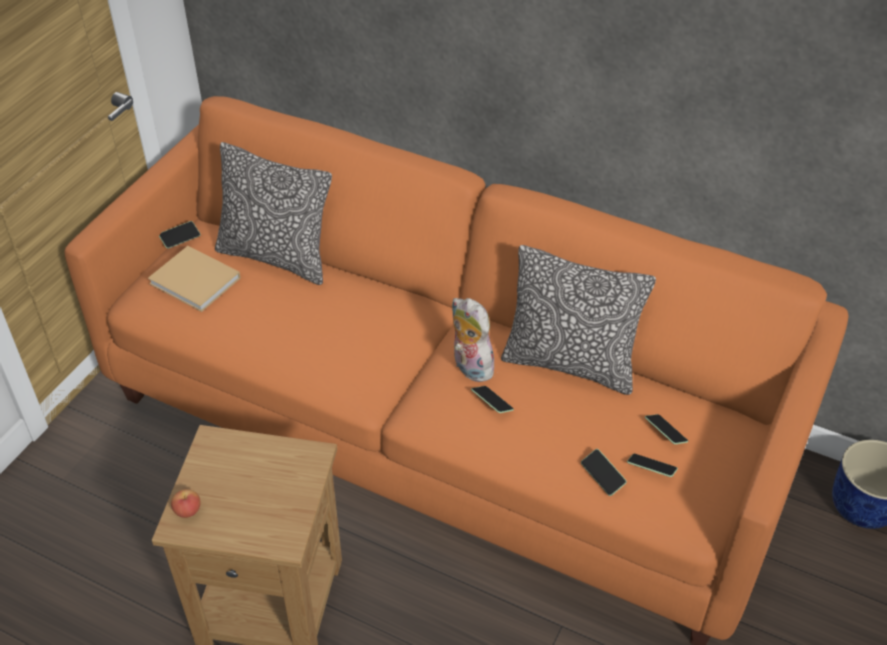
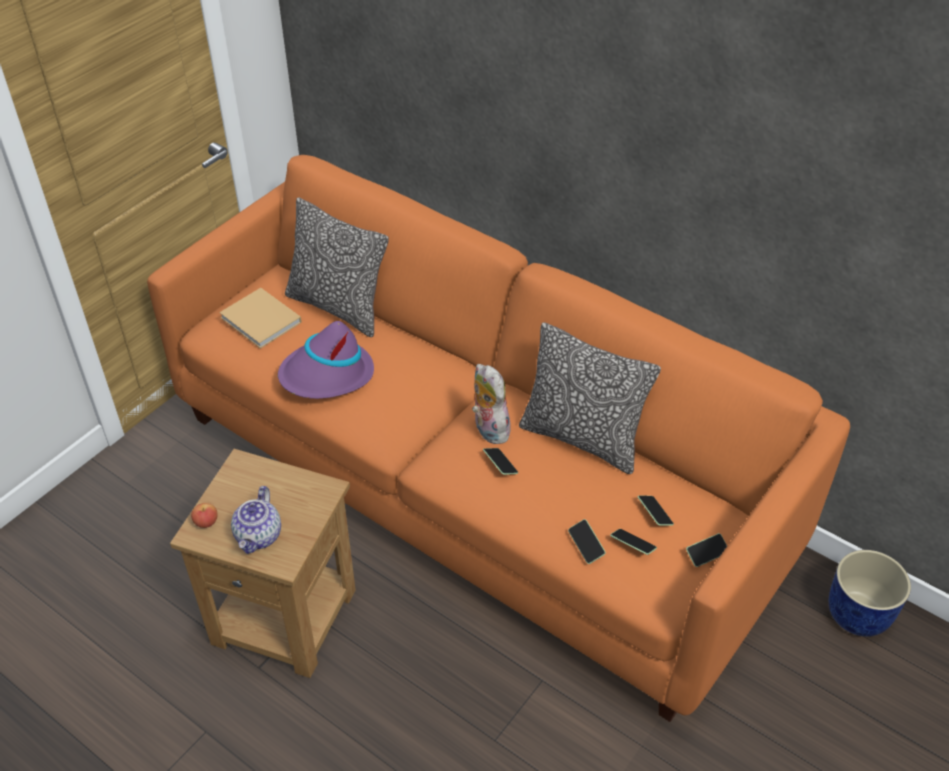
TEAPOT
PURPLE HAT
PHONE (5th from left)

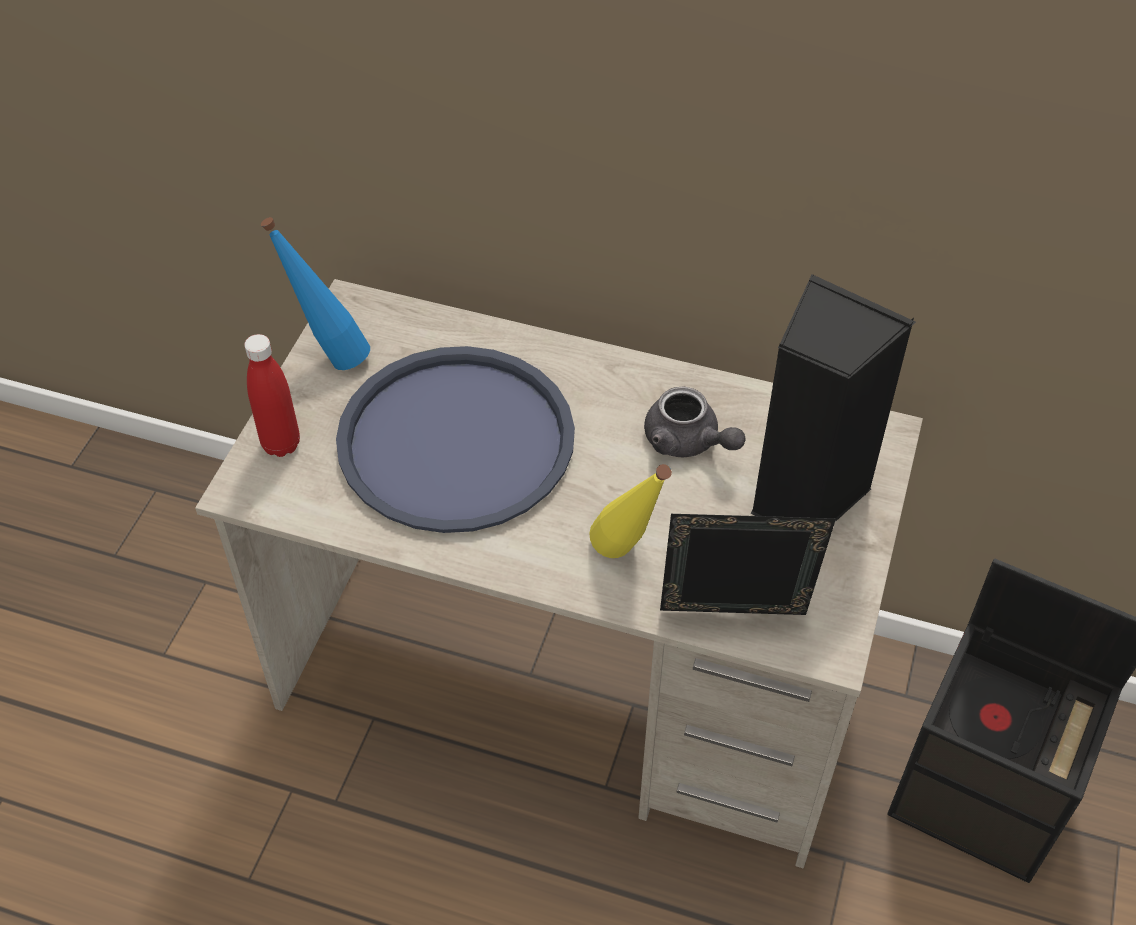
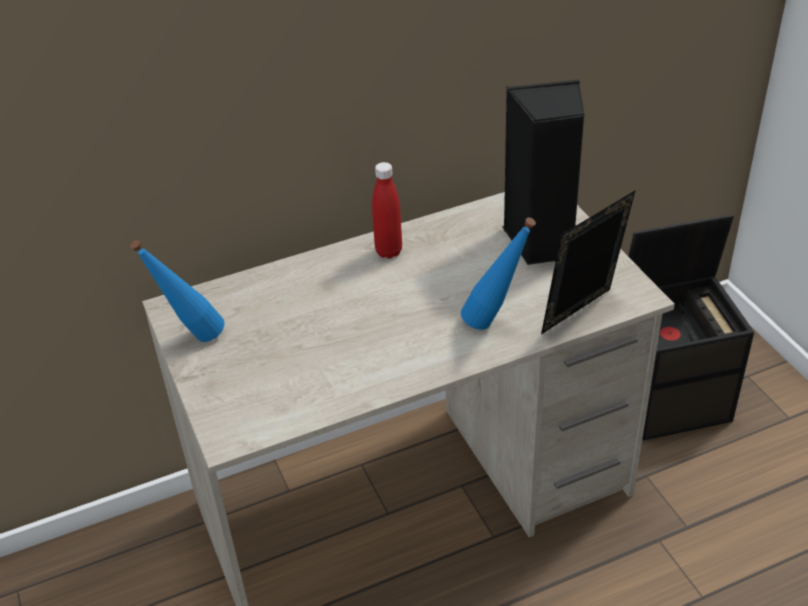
BLUE TRAY
GREY TEAPOT
RED BOTTLE
BLUE BOTTLE (2nd from left)

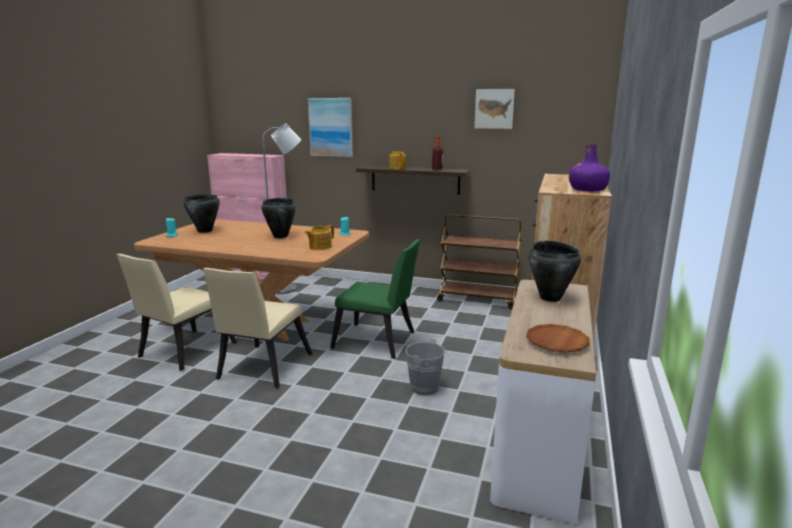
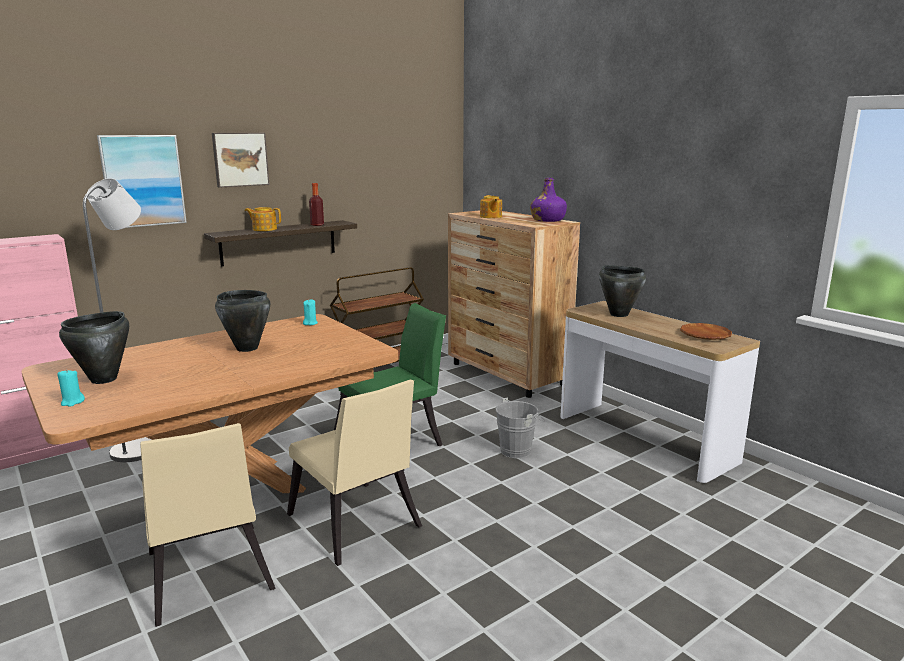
TEAPOT (2nd from left)
PICTURE (2nd from left)

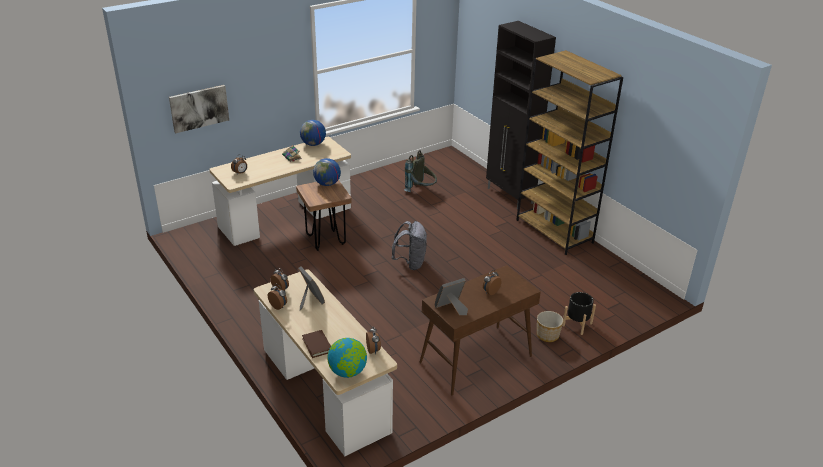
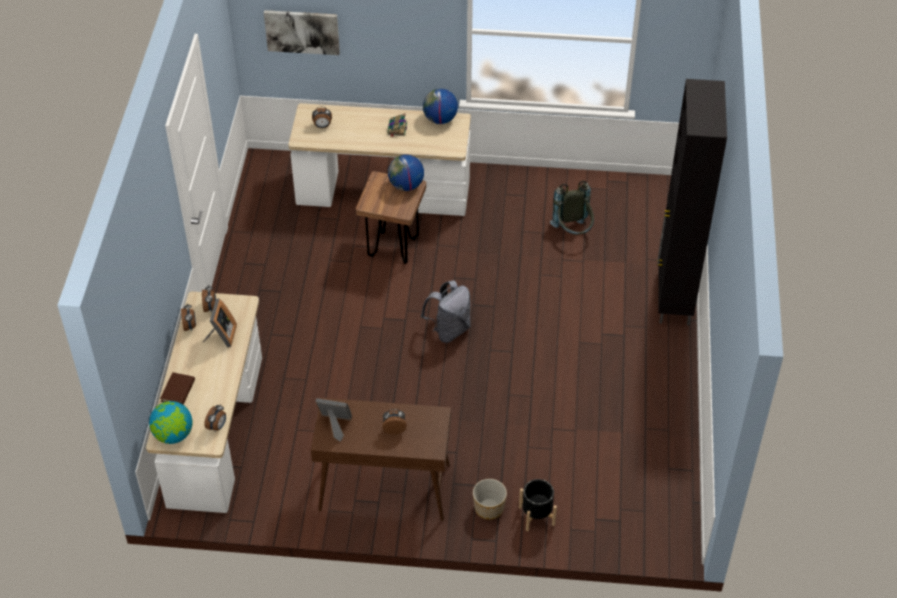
BROWN BOOKCASE

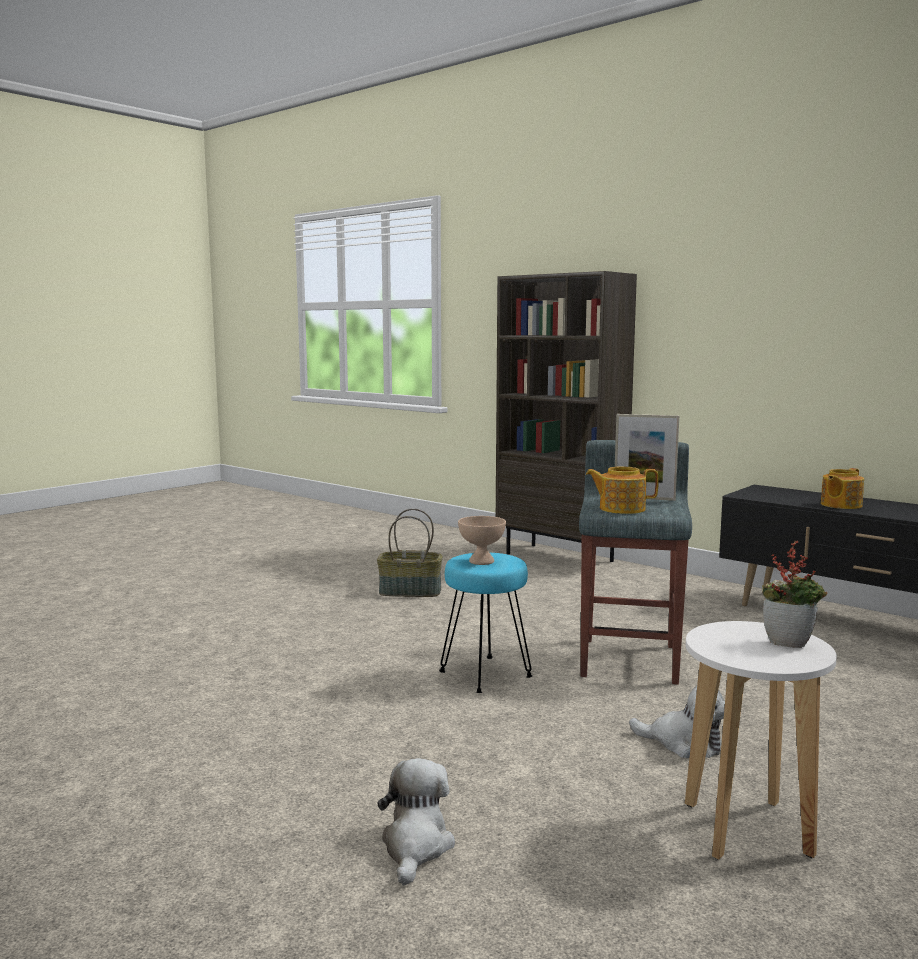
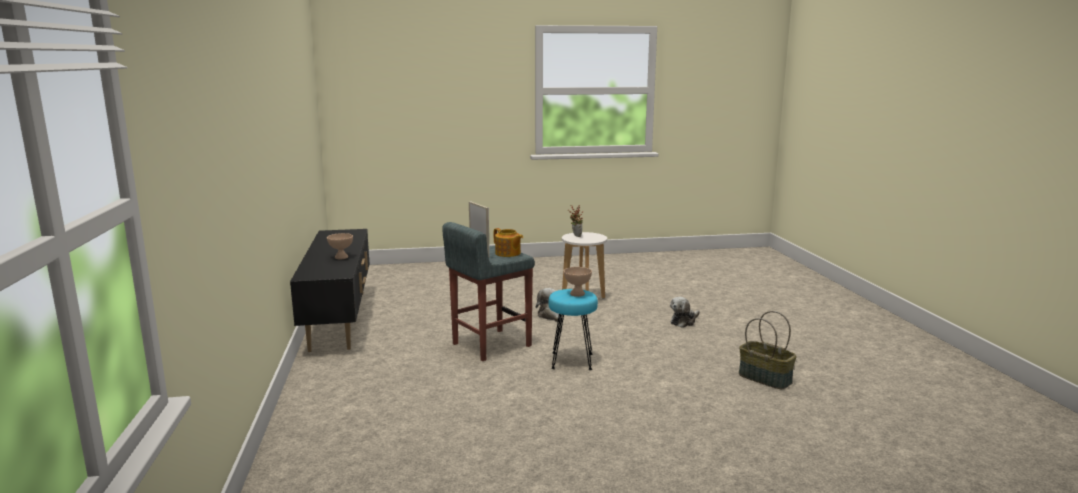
BROWN BOOKCASE
BASKET
BEIGE BOWL (1st from left)

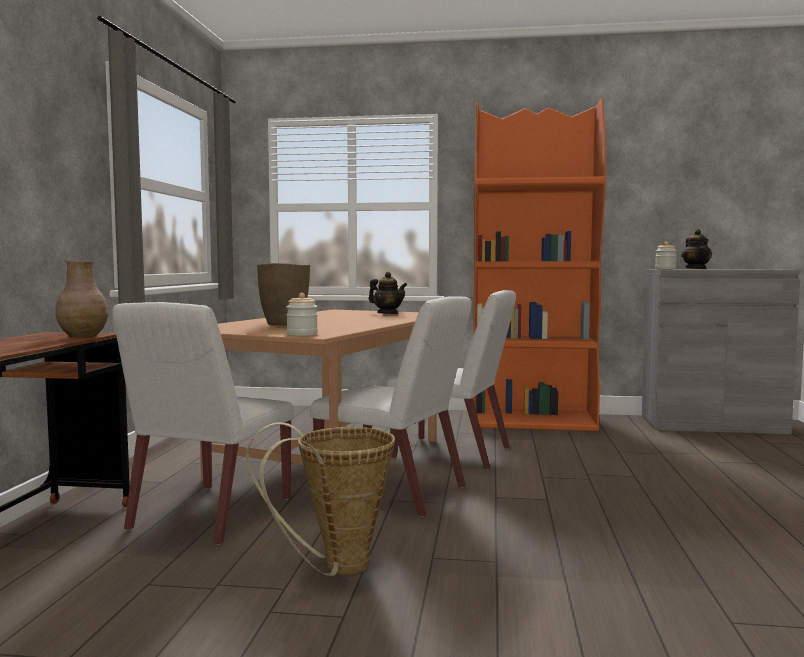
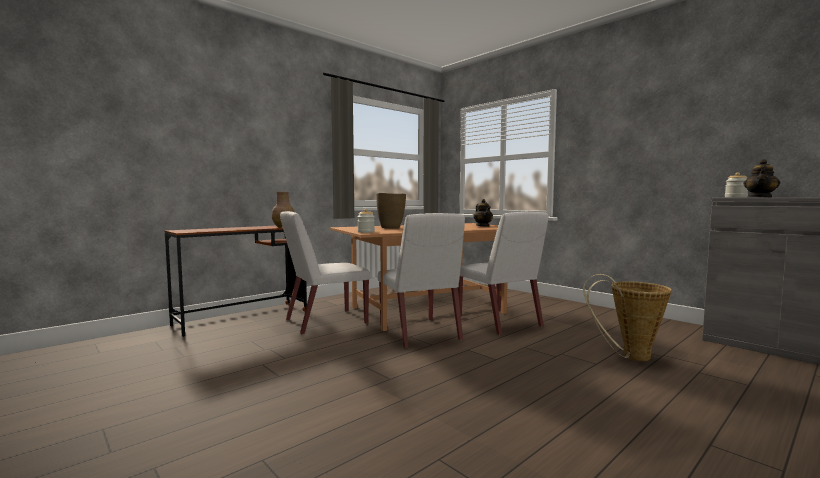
ORANGE BOOKCASE
BASKET

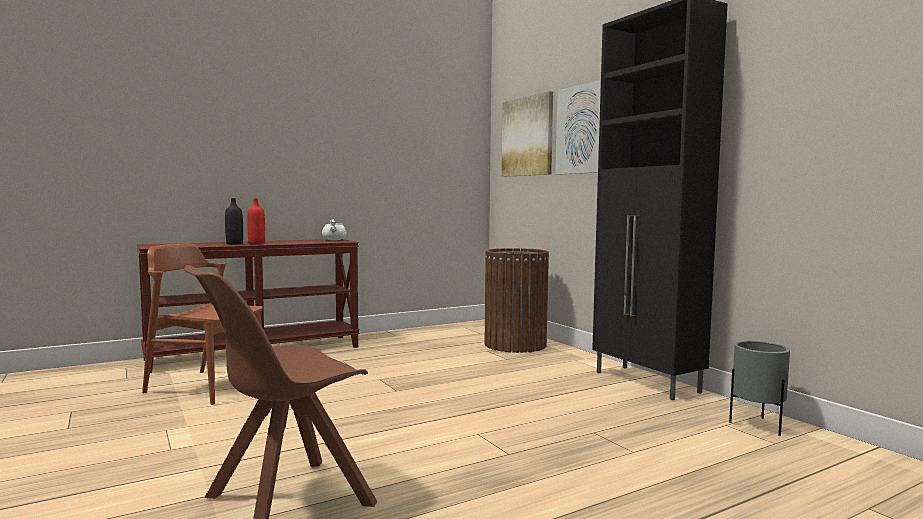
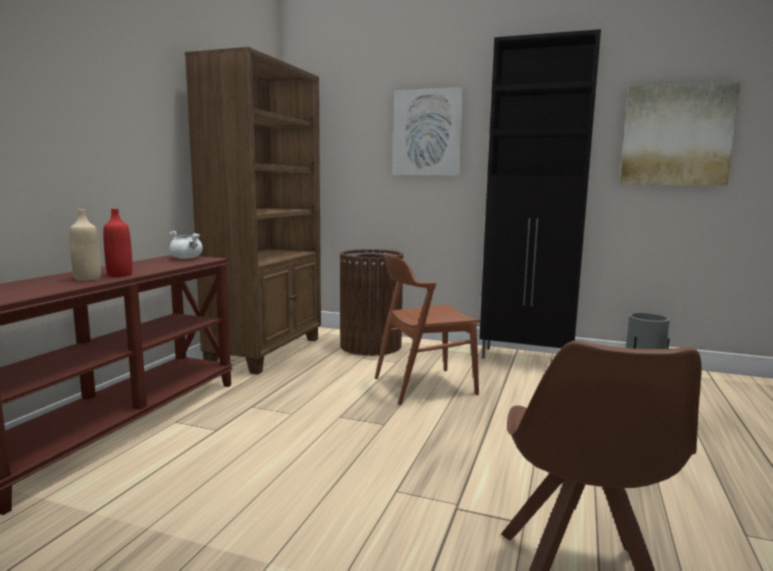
BROWN BOOKCASE
BROWN CHAIR (1st from left)
PICTURE (2nd from left)
BEIGE BOTTLE

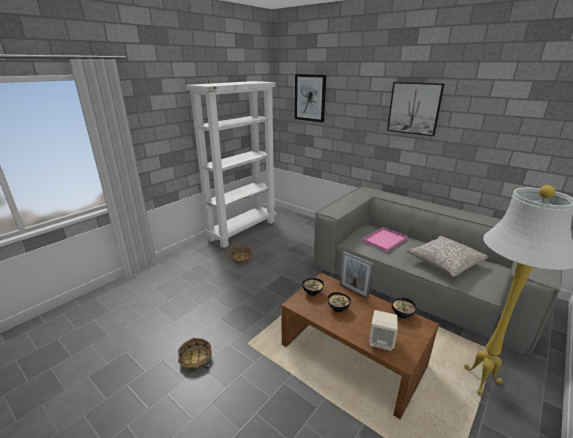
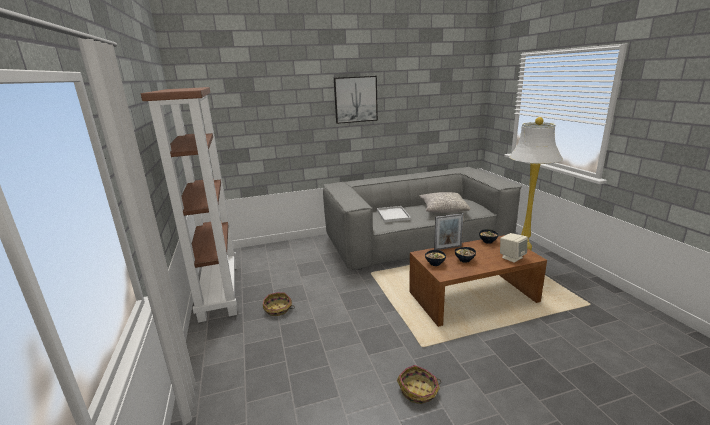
PICTURE (1st from left in the first image)
BROWN BOOKCASE
WHITE TRAY

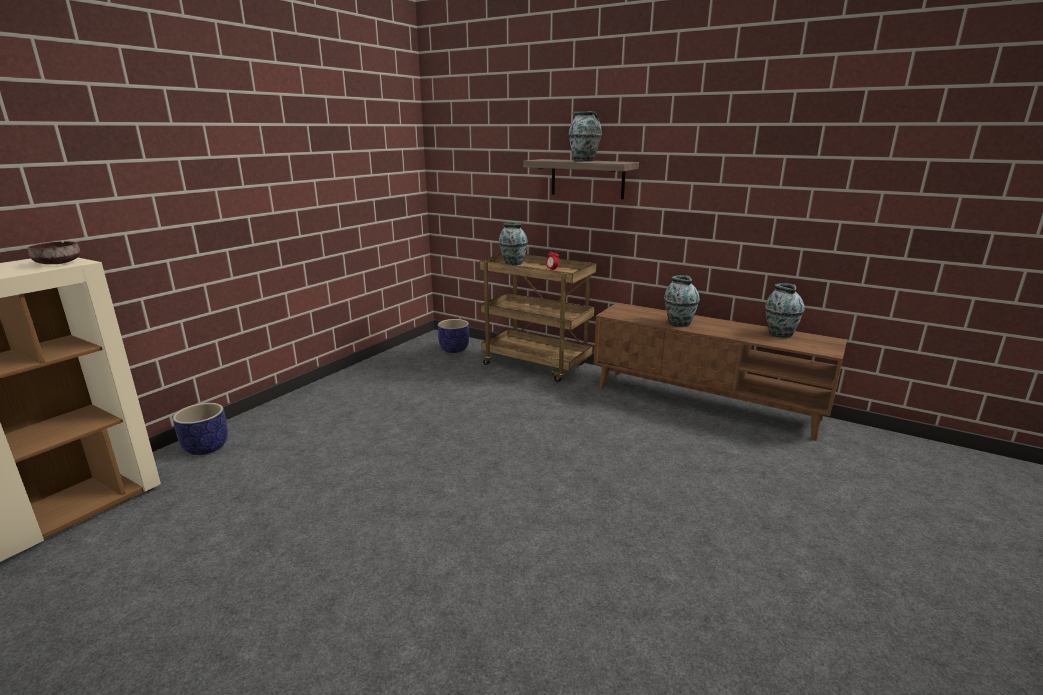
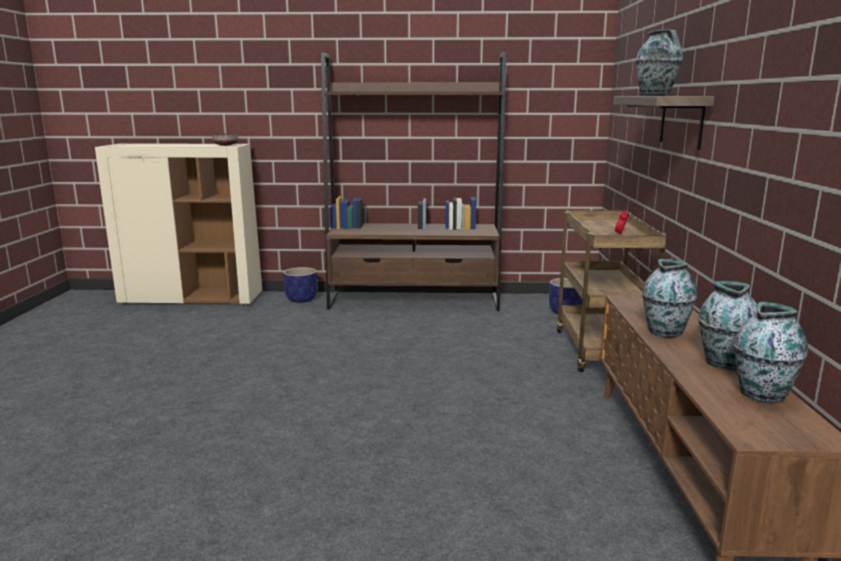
BROWN BOOKCASE
VASE (3rd from left)

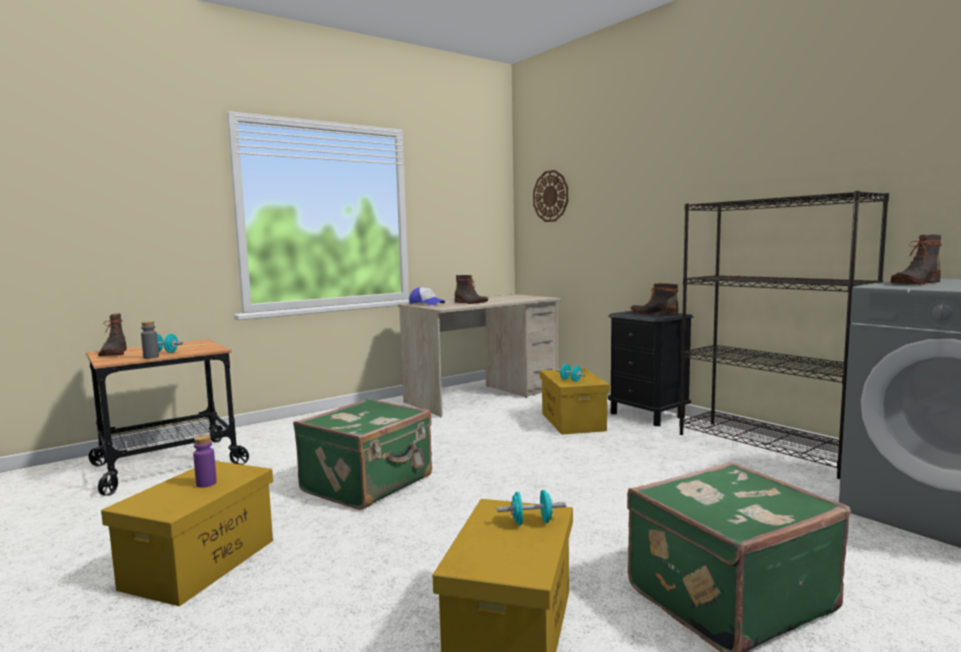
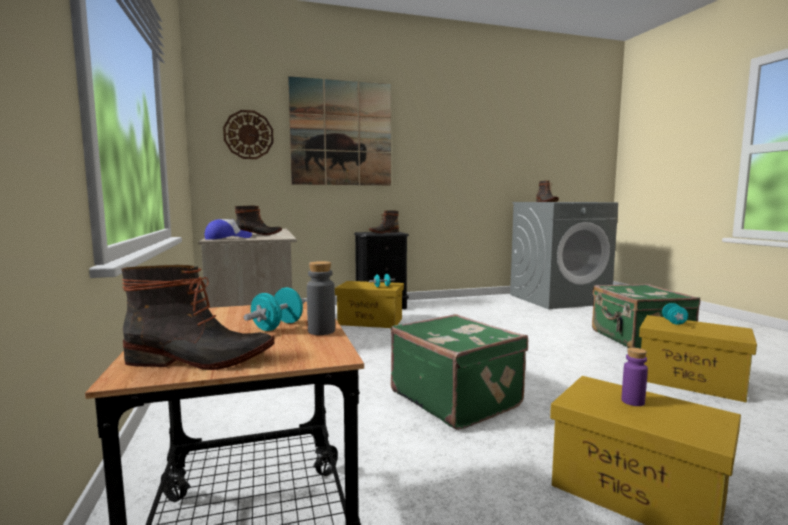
BLACK BOOKCASE
PICTURE

